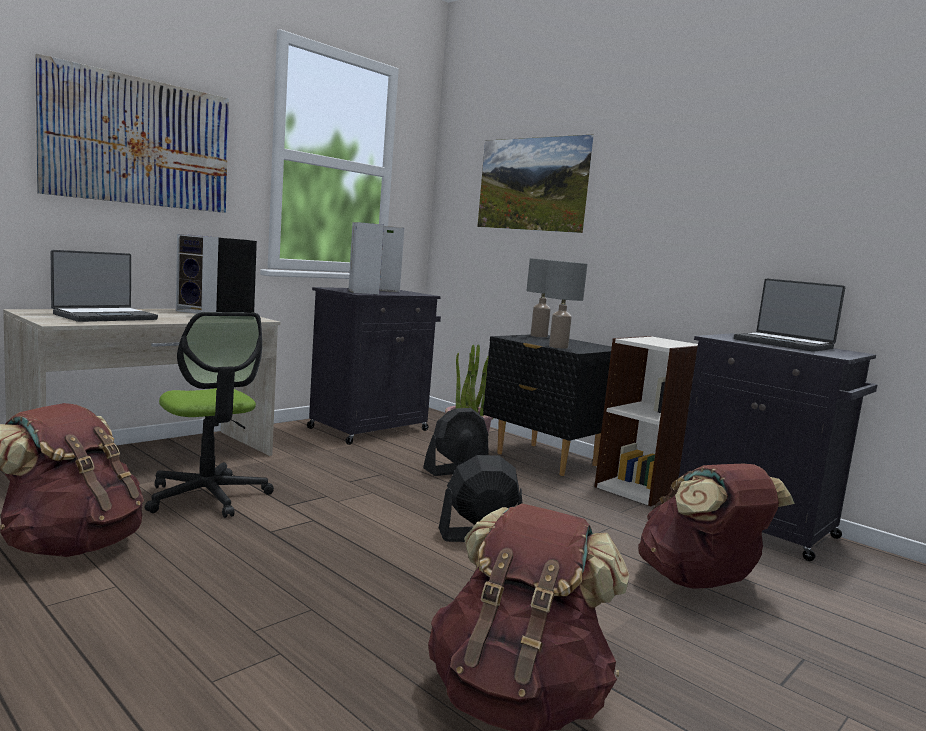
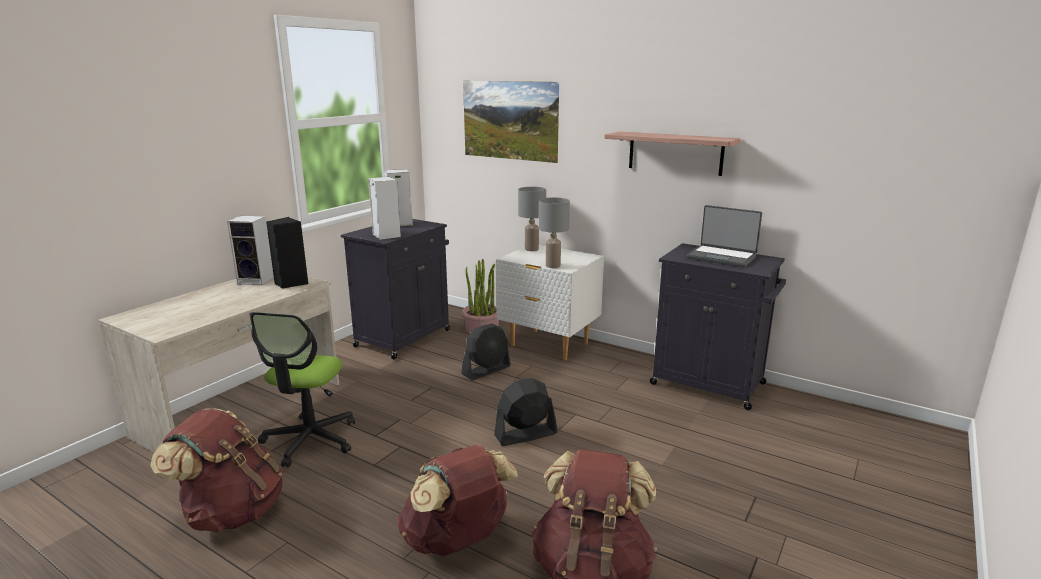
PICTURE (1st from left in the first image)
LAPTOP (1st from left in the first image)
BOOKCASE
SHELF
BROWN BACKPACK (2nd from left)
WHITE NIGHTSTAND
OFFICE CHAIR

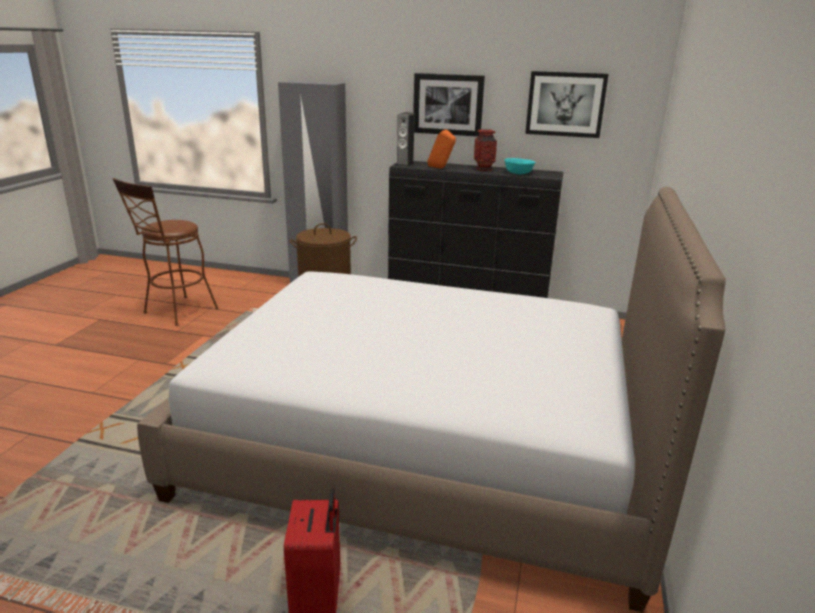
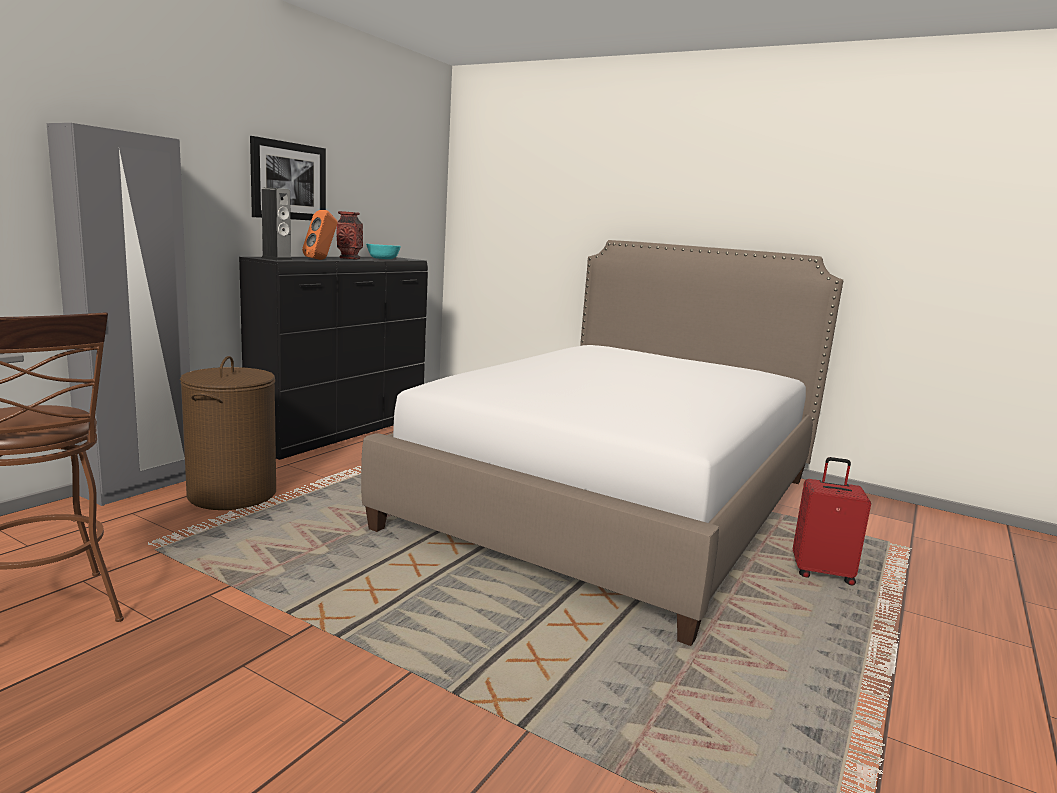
PICTURE (2nd from left in the first image)

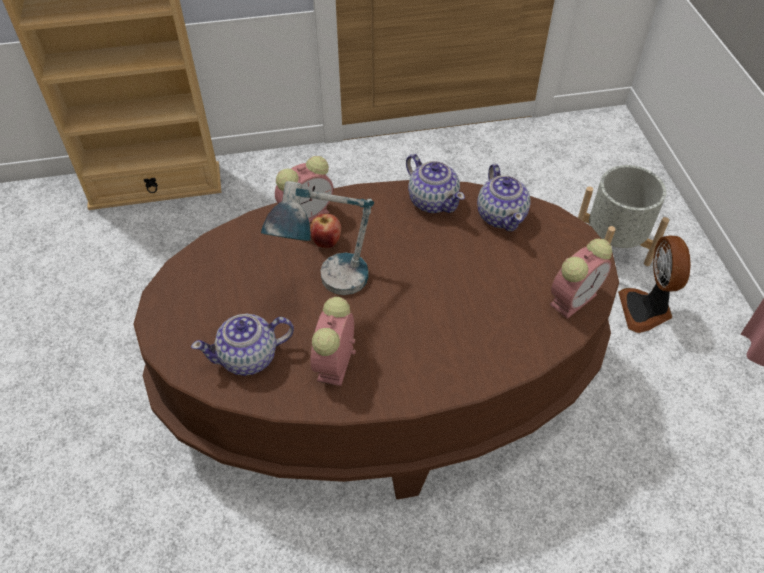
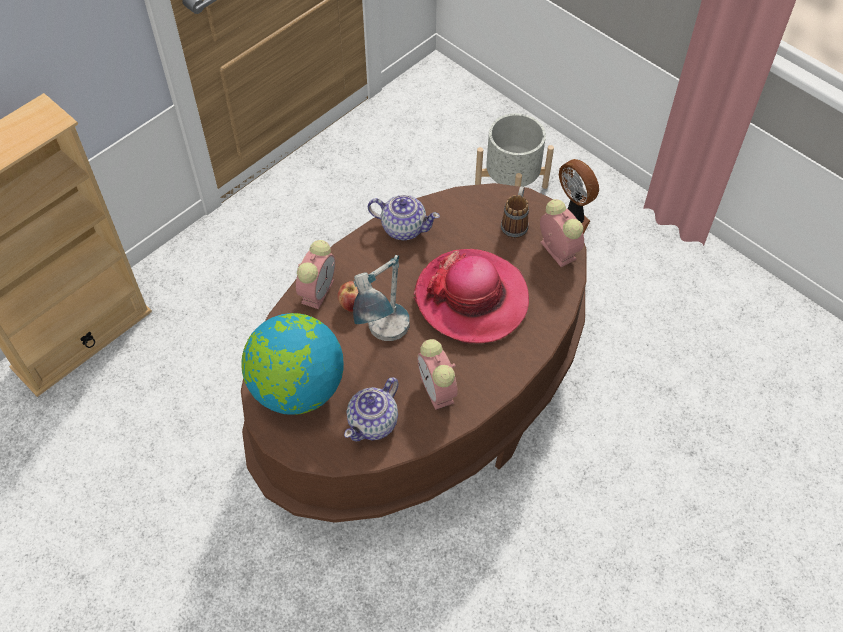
TEAPOT (3rd from left in the first image)
GLOBE
HAT
MUG
ALARM CLOCK (3rd from left)

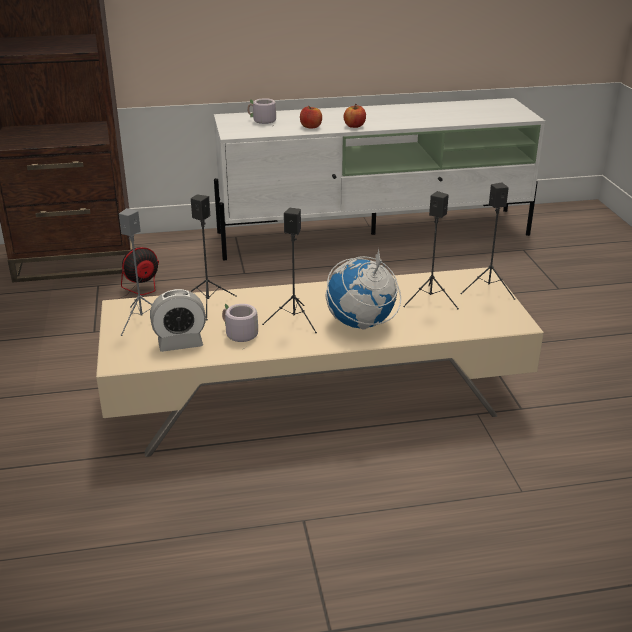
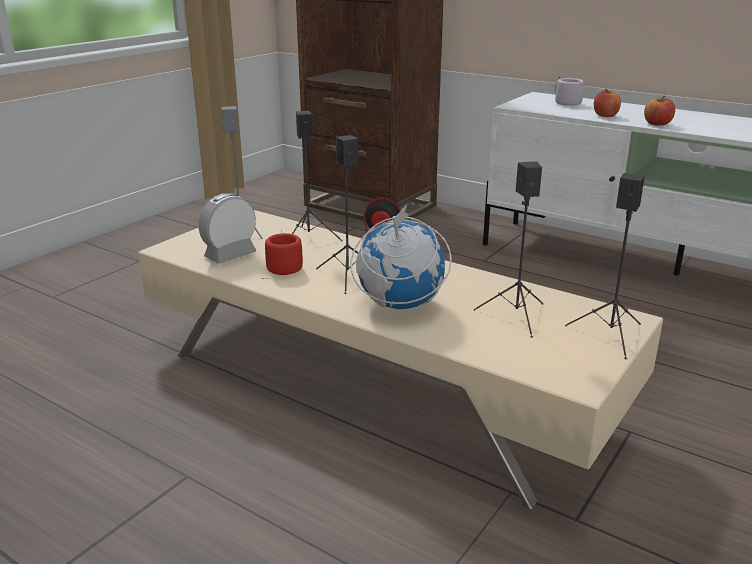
RED MUG
ALARM CLOCK

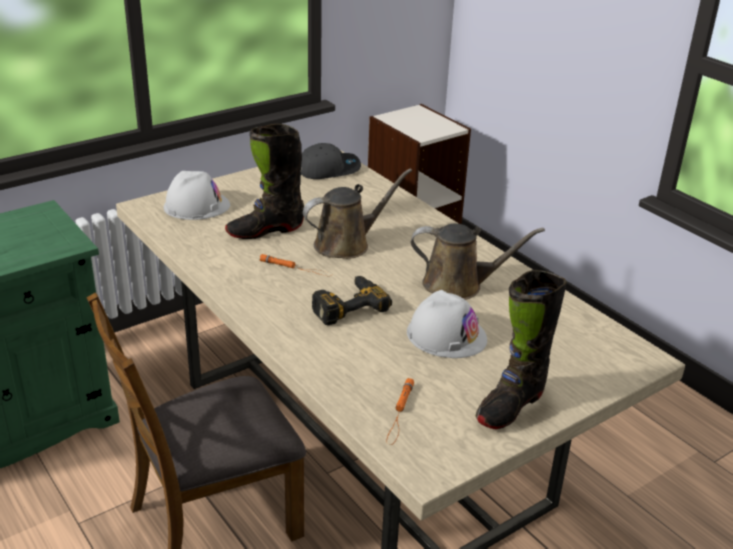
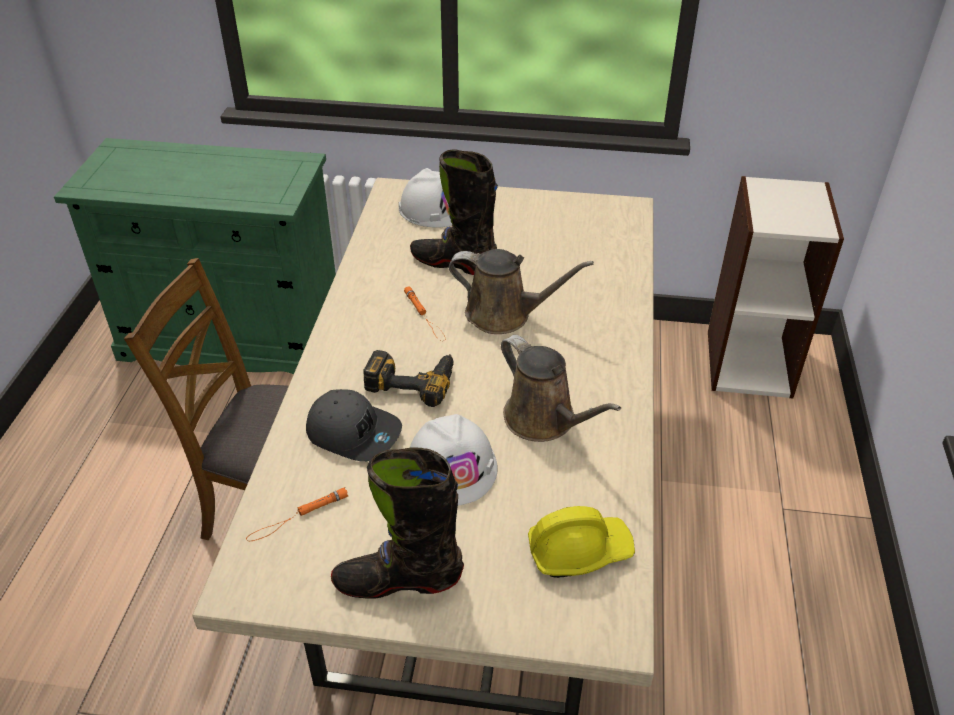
YELLOW HARD HAT
GREY CAP

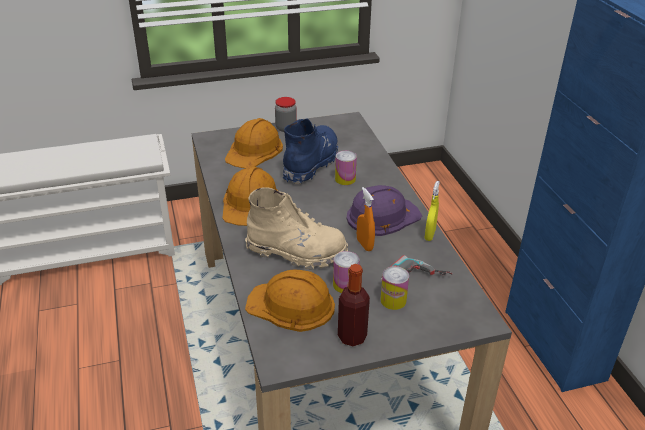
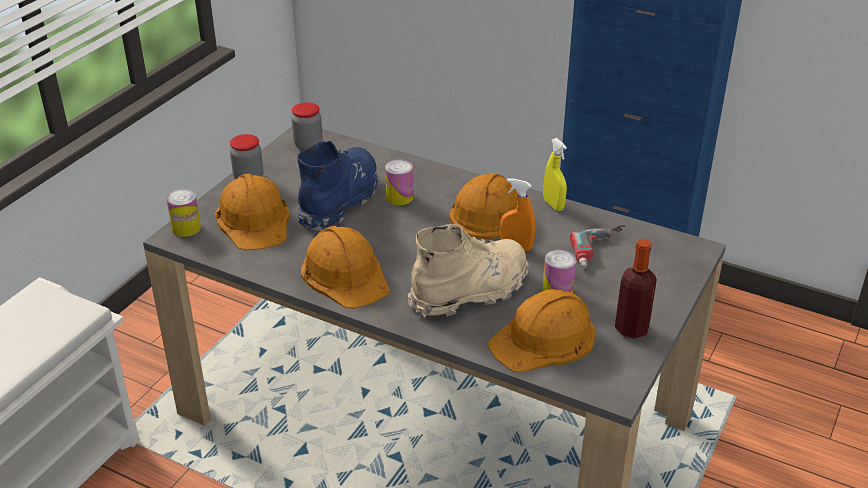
JAR (2nd from left)
CAN (1st from left)
ORANGE HARD HAT (3rd from left)
BLUE BOOT

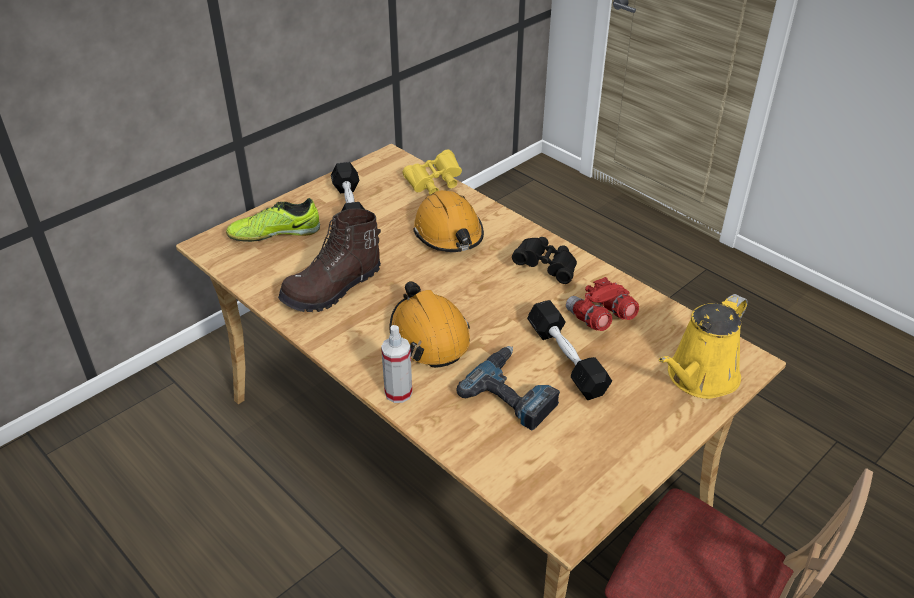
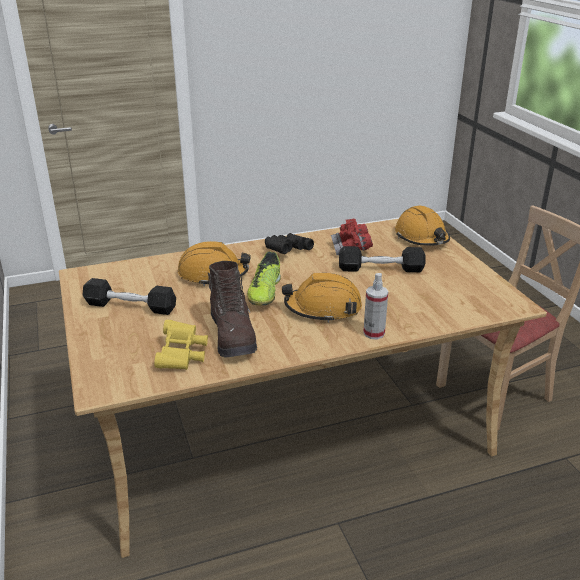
POWER DRILL
SHOE
YELLOW BINOCULARS
ORANGE HARD HAT (3rd from left)

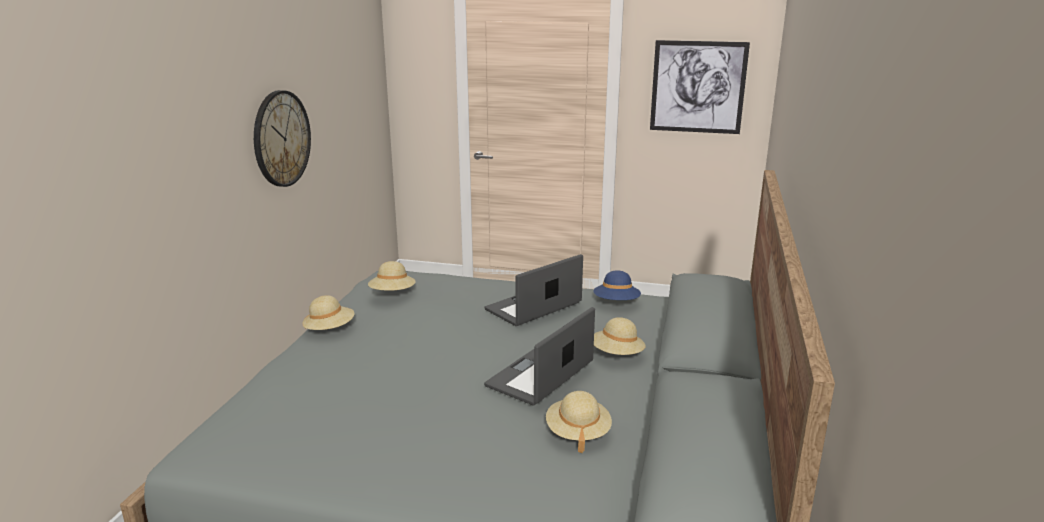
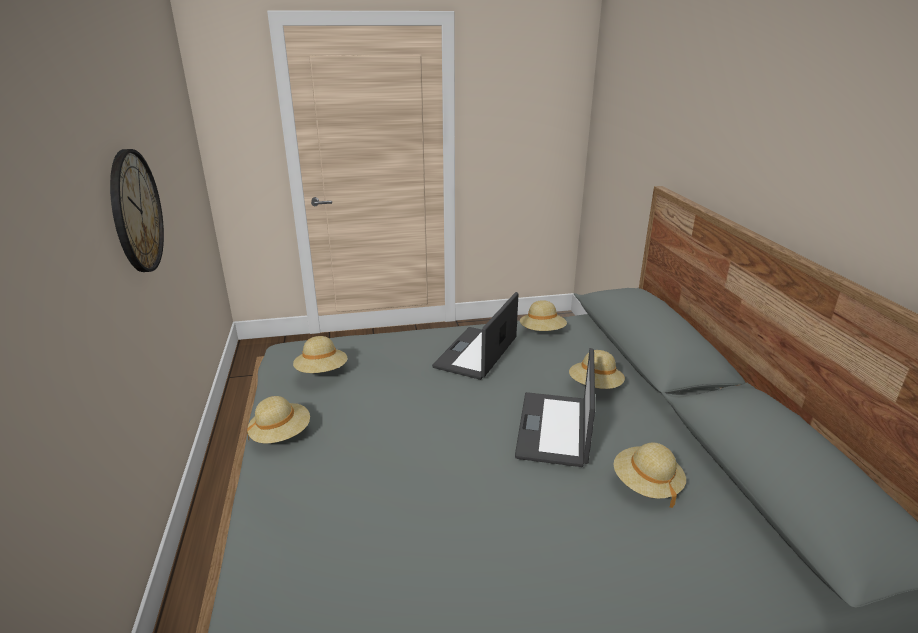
PICTURE
BEIGE HAT (3rd from left)

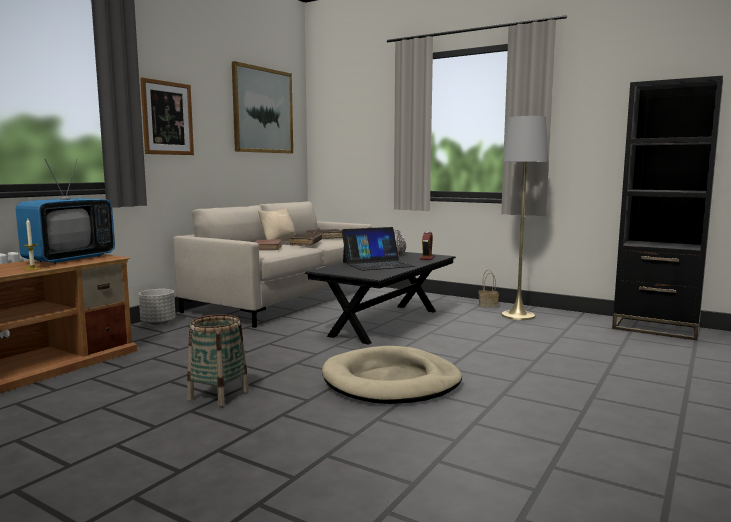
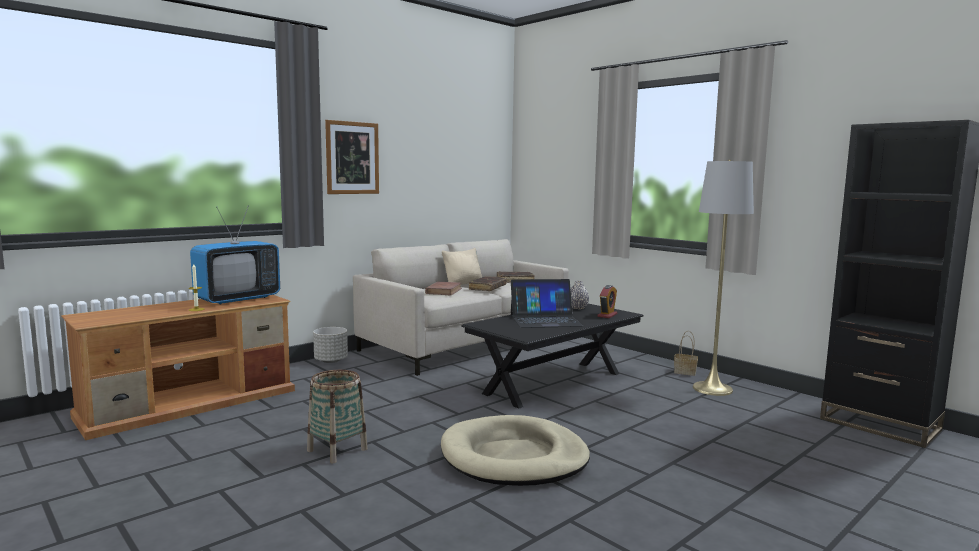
PICTURE (2nd from left in the first image)

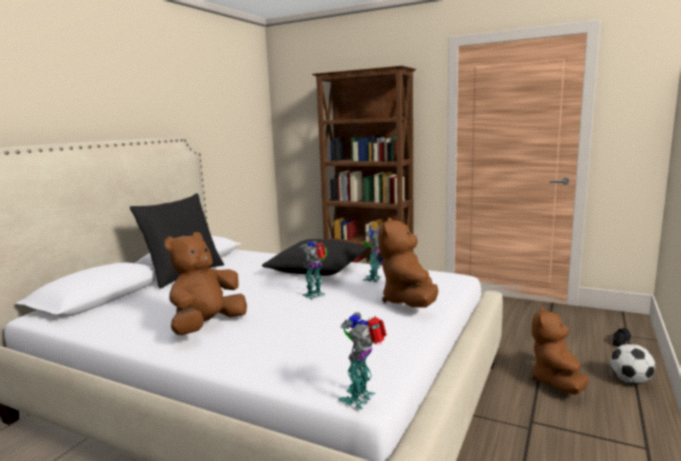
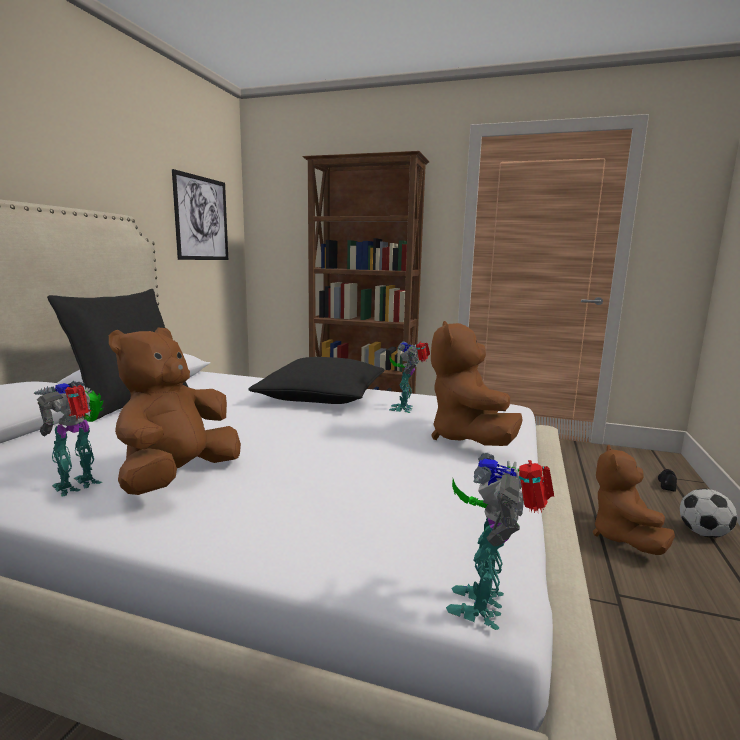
PICTURE
TOY ROBOT (1st from left)

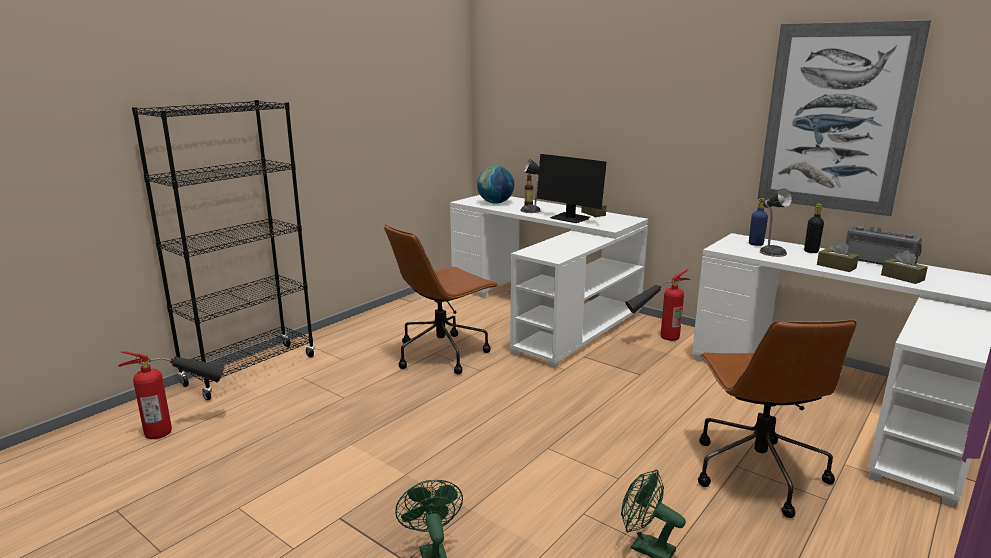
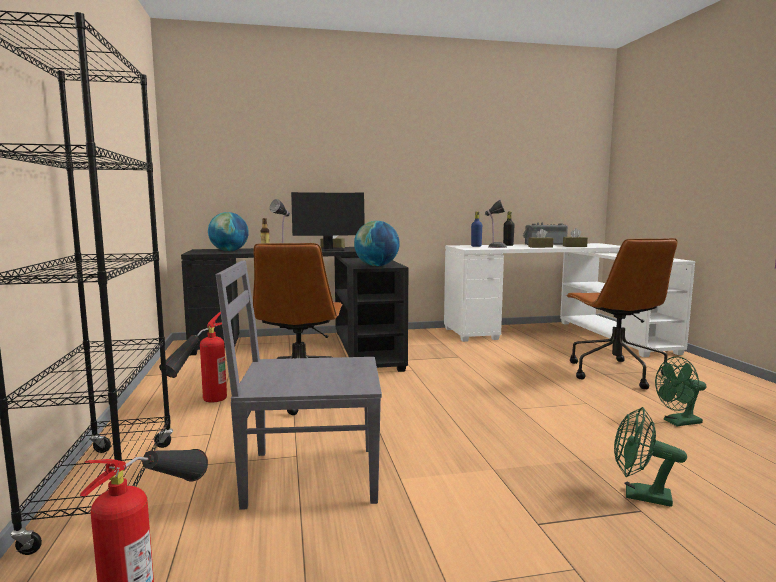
PICTURE
GREY CHAIR
GLOBE (2nd from left)
FIRE EXTINGUISHER (2nd from left)
BLACK DESK
BROWN OFFICE CHAIR (2nd from left)

